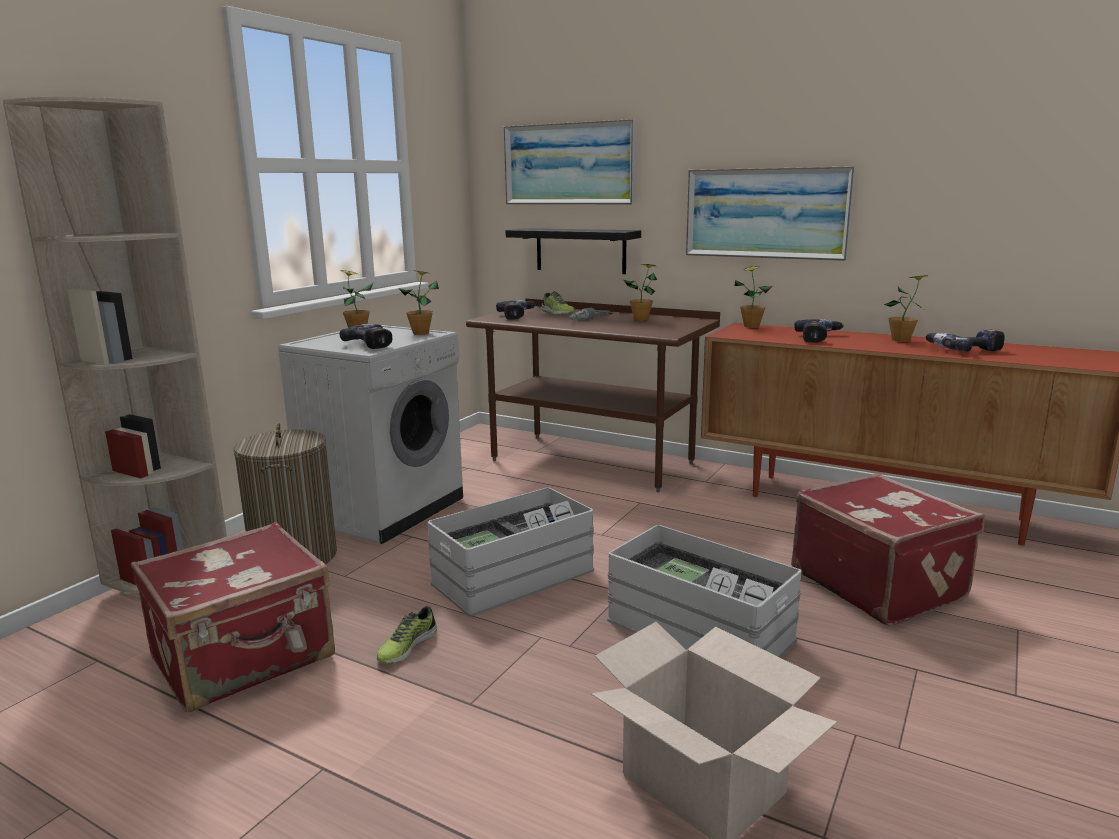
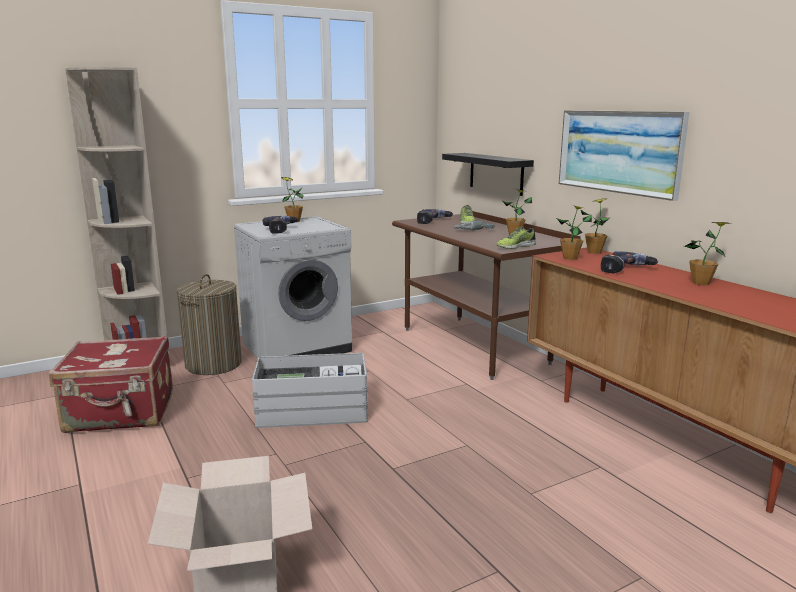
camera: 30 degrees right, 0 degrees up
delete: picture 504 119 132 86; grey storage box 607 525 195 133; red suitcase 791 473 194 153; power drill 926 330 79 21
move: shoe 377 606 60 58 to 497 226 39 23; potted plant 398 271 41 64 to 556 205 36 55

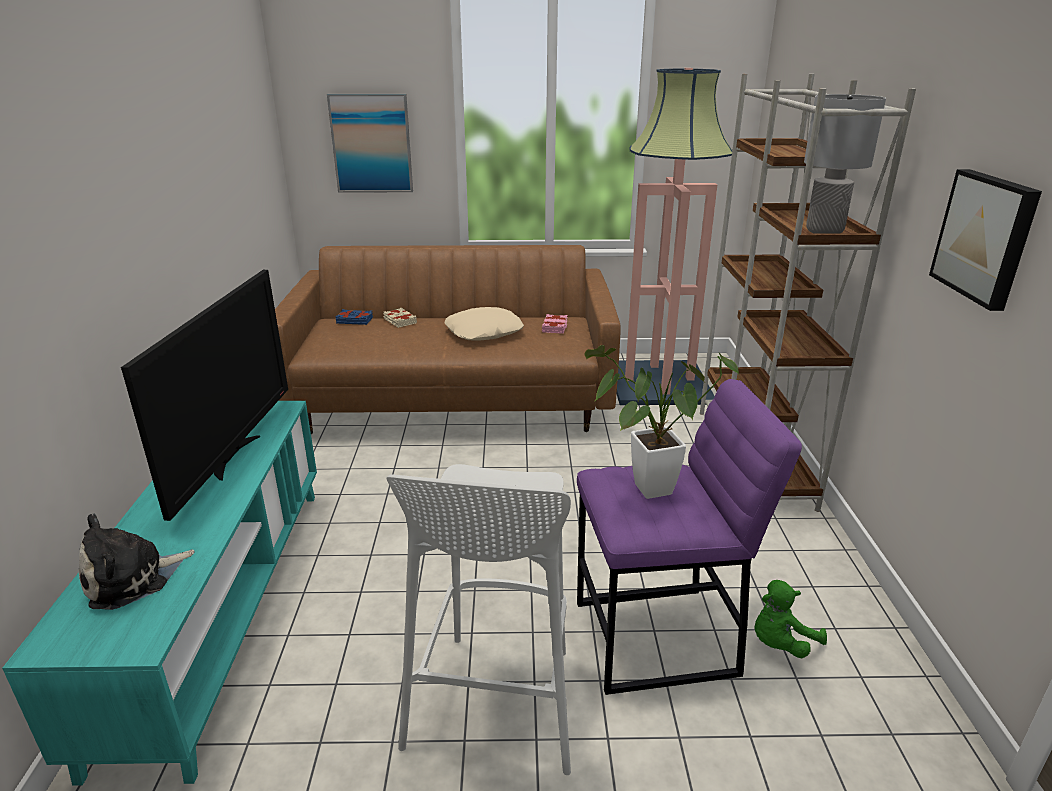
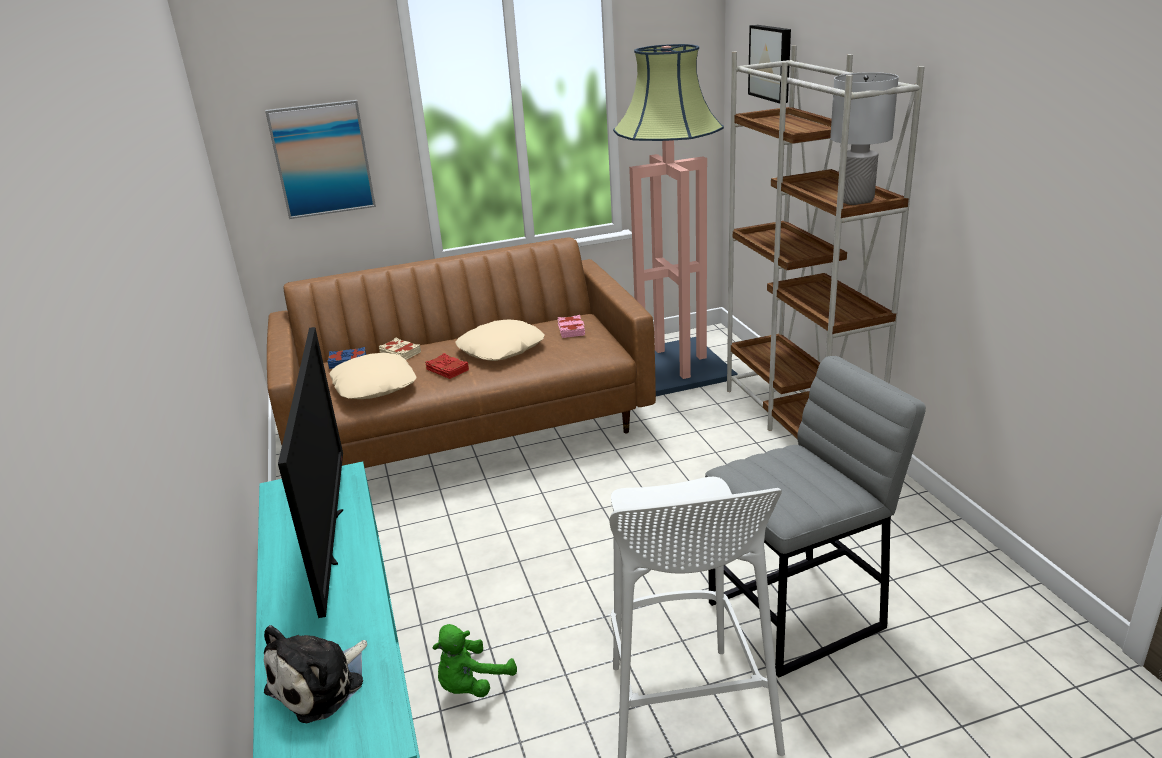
camera: 15 degrees left, 0 degrees up
delete: potted plant 585 345 155 154
insert: beige pillow 329 353 87 46; red book 425 353 44 26
move: green plush toy 754 580 73 79 to 433 624 84 73; picture 929 169 113 142 to 748 25 43 78
recolor: purple stool 577 379 225 316 to grey stool 705 356 221 321

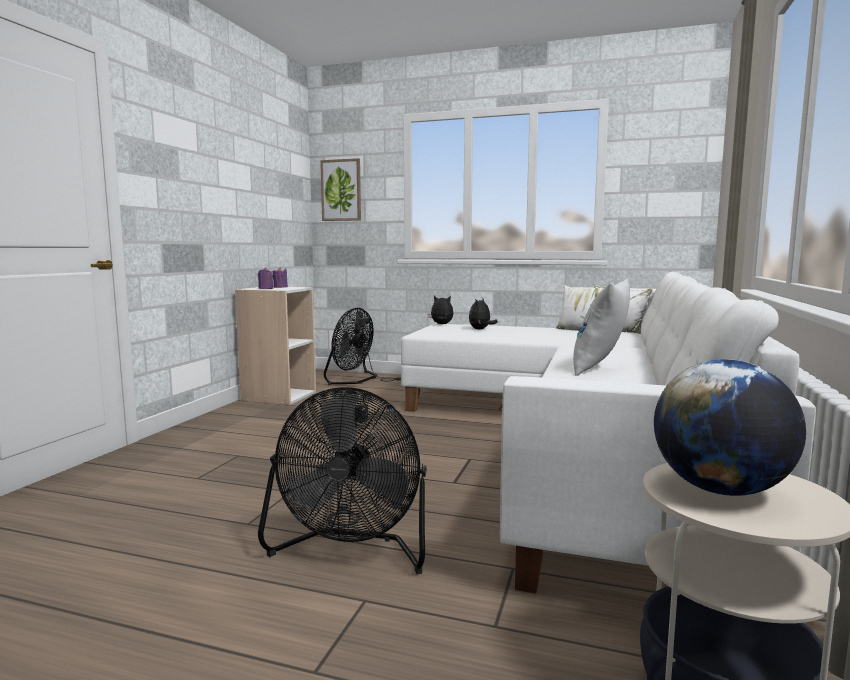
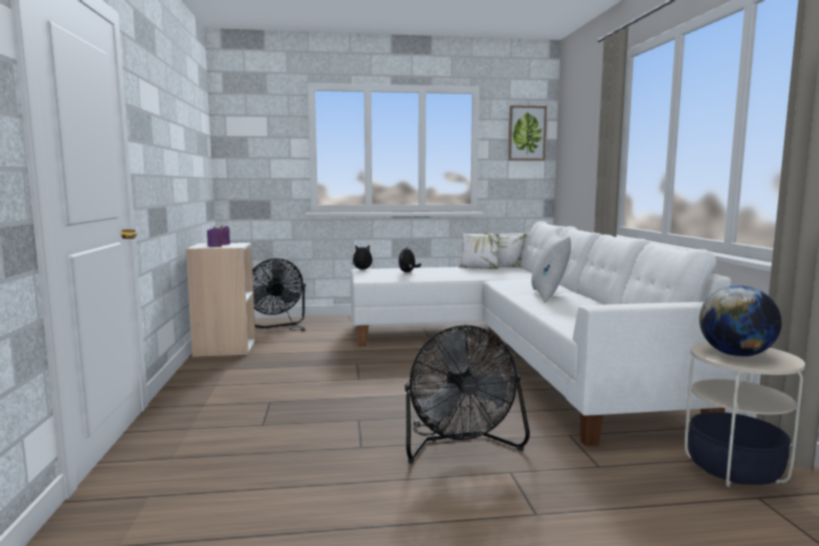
camera: 25 degrees left, 0 degrees up
move: picture 320 158 41 63 to 508 105 39 56
rotate: black fan 324 308 77 77 = 252 258 54 73 60 degrees clockwise

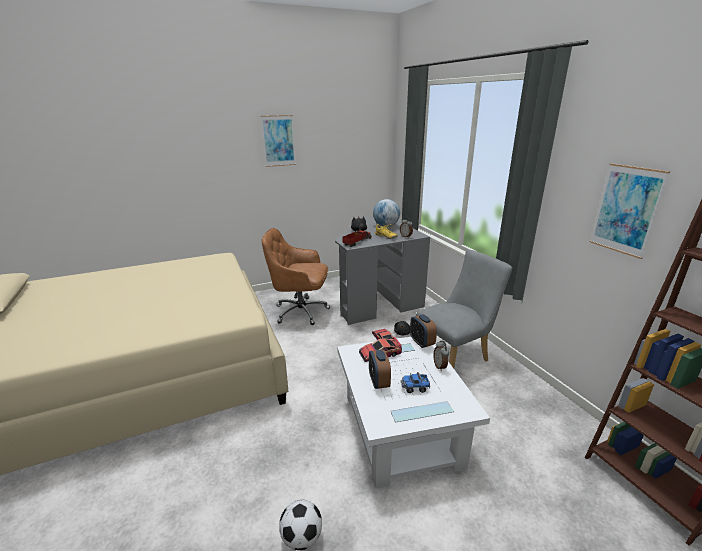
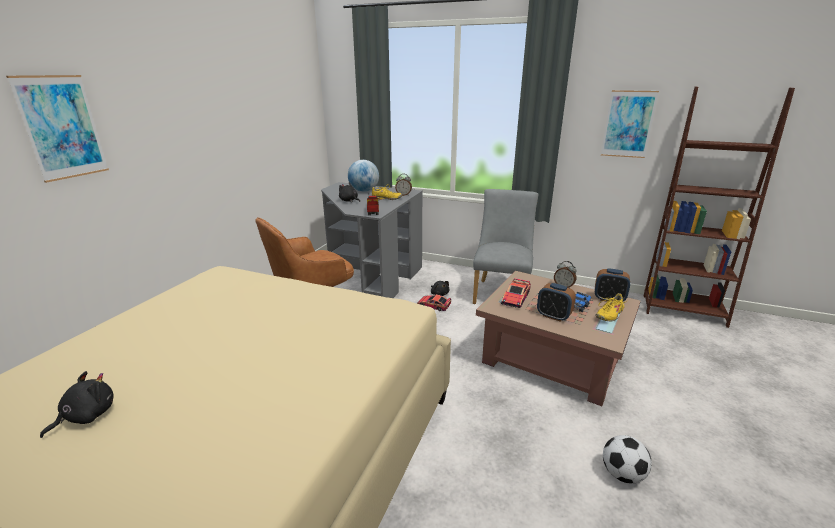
camera: 45 degrees left, 0 degrees up
insert: black plush toy 40 371 74 67; yellow shoe 596 293 31 28
move: picture 261 115 35 52 to 6 75 103 108; alarm clock 410 314 27 34 to 595 269 35 33
recolor: white coffee table 337 337 153 151 to brown coffee table 476 271 164 135

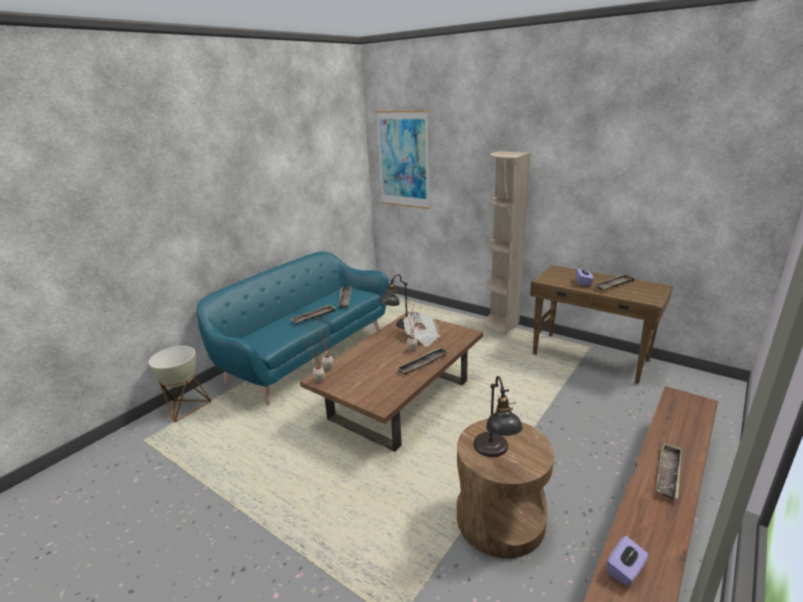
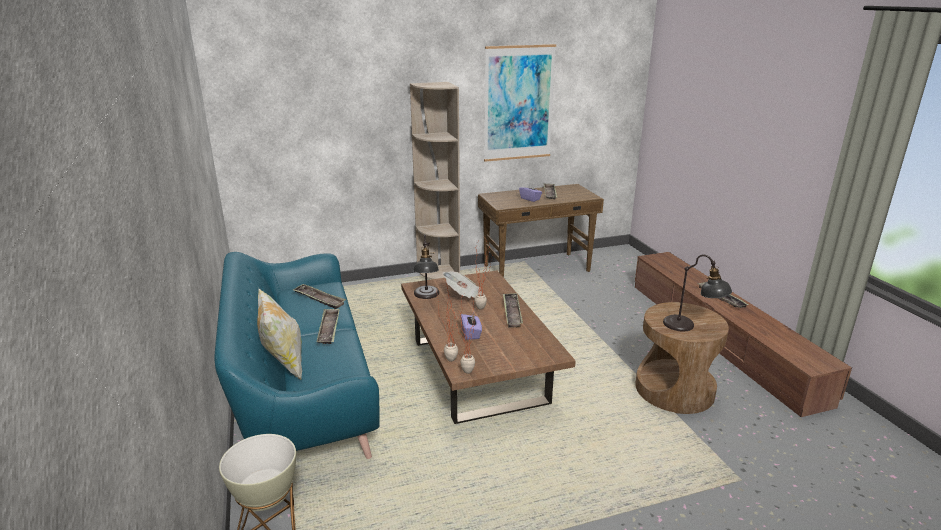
camera: 55 degrees left, 0 degrees up
insert: pillow 257 287 45 93
move: picture 376 110 54 99 to 484 44 72 118; purple tissue box 607 536 42 51 to 461 312 21 28

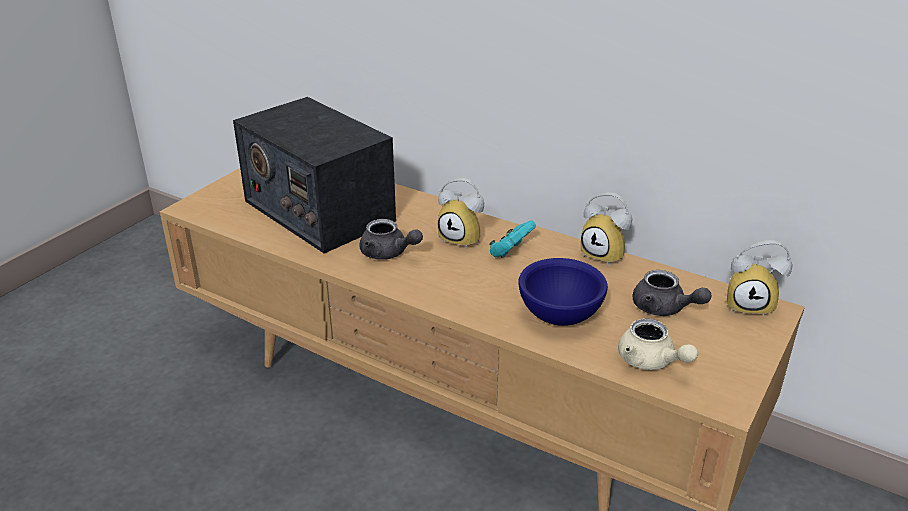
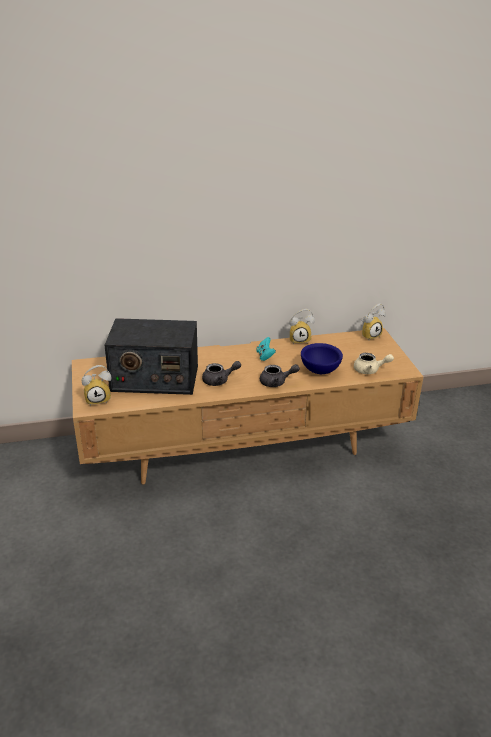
camera: 45 degrees left, 0 degrees up
move: alarm clock 438 178 46 71 to 82 365 29 41; grey teapot 633 270 79 46 to 260 364 40 23

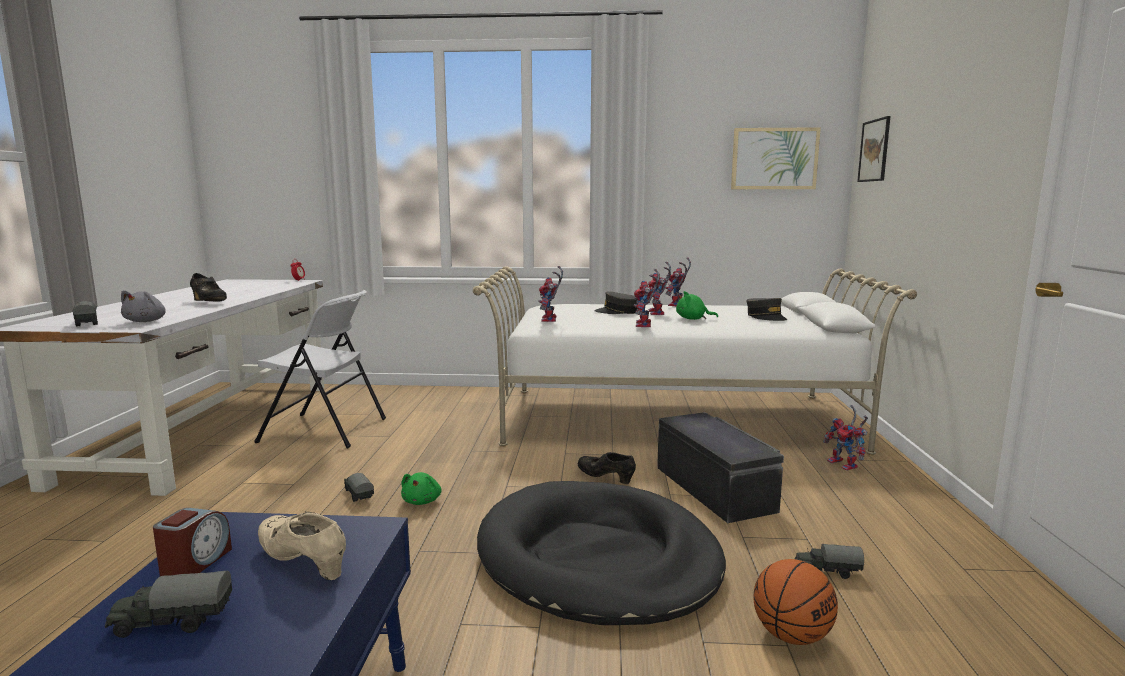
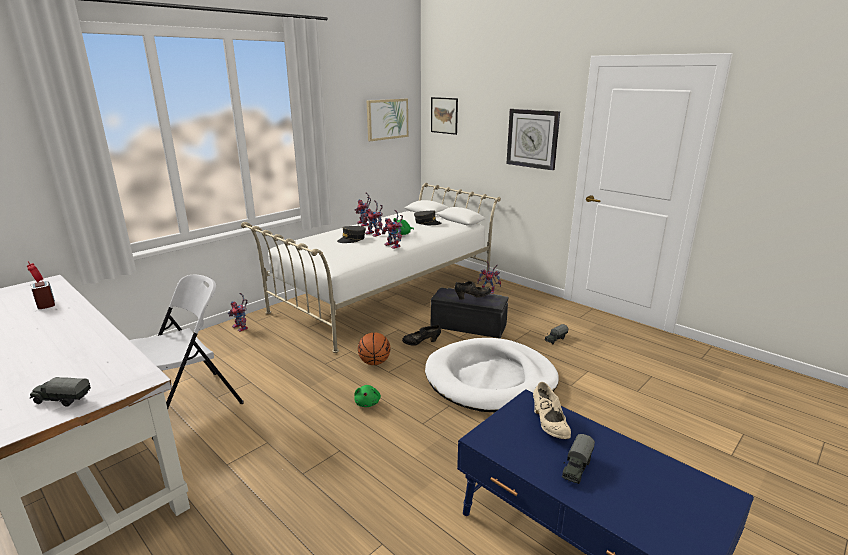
camera: 50 degrees left, 10 degrees up
delete: grey plush toy 121 290 45 32; toy truck 344 473 30 29
insert: wall clock 506 109 54 61
move: alarm clock 153 508 79 68 to 31 281 24 28; black shoe 190 273 37 28 to 455 281 36 19; toy robot 538 266 25 56 to 228 293 20 39; basketball 754 559 84 86 to 358 332 32 33
recolor: black dog bed 477 481 249 144 to white dog bed 425 338 134 74
rotate: beige shoe 258 511 88 69 = 533 382 38 57 90 degrees counterclockwise; green plush toy 401 472 41 33 = 354 385 27 22 45 degrees clockwise

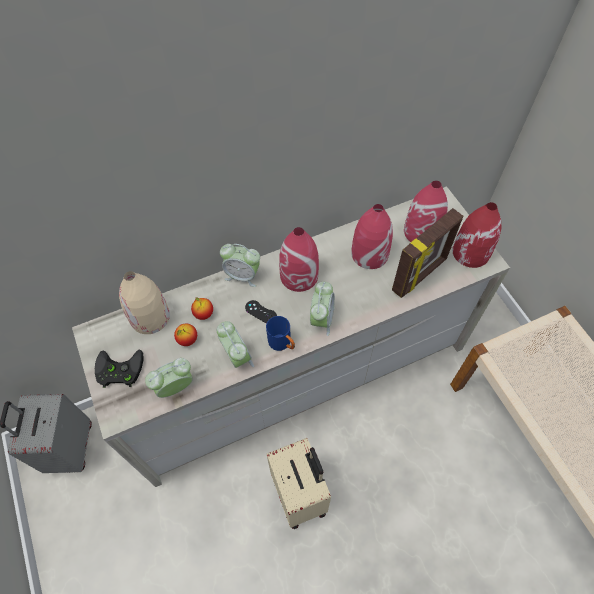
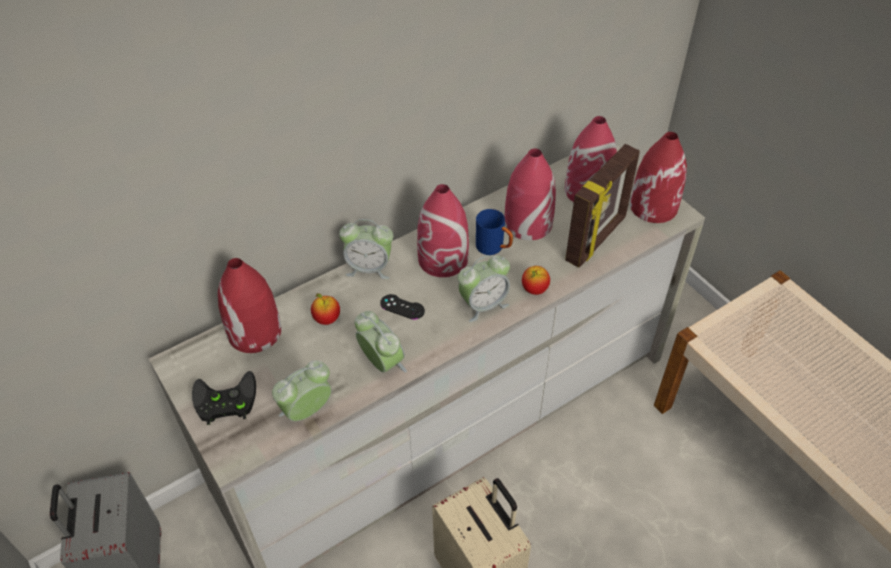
camera: 10 degrees left, 10 degrees down
move: apple 174 324 23 22 to 522 266 28 29; blue mug 266 316 29 35 to 476 209 37 46
recolor: beige vase 119 271 51 63 to red vase 218 258 64 95
rotate: alarm clock 310 282 25 54 = 458 255 52 67 60 degrees clockwise

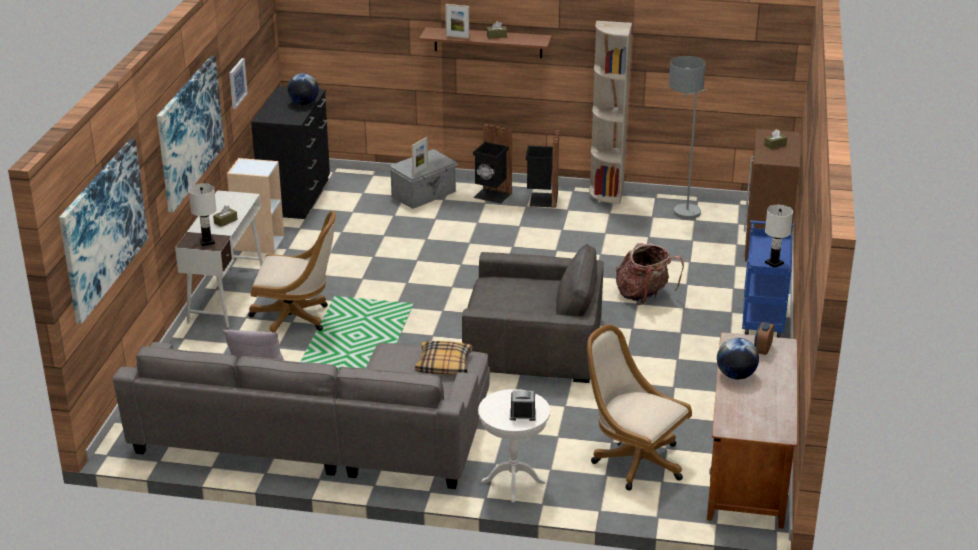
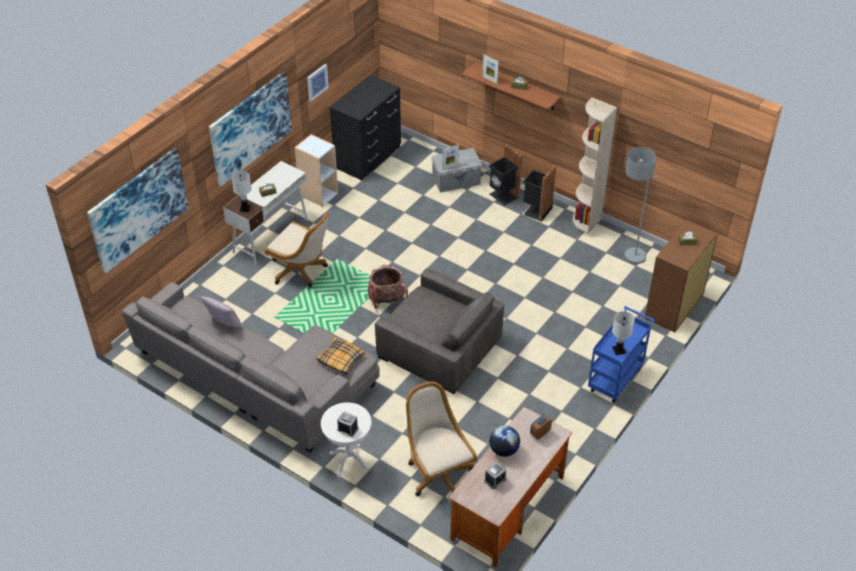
camera: 25 degrees right, 15 degrees up
delete: globe 287 73 32 32
insert: alarm clock 484 462 22 27
move: backpack 616 243 68 62 to 368 264 40 44

